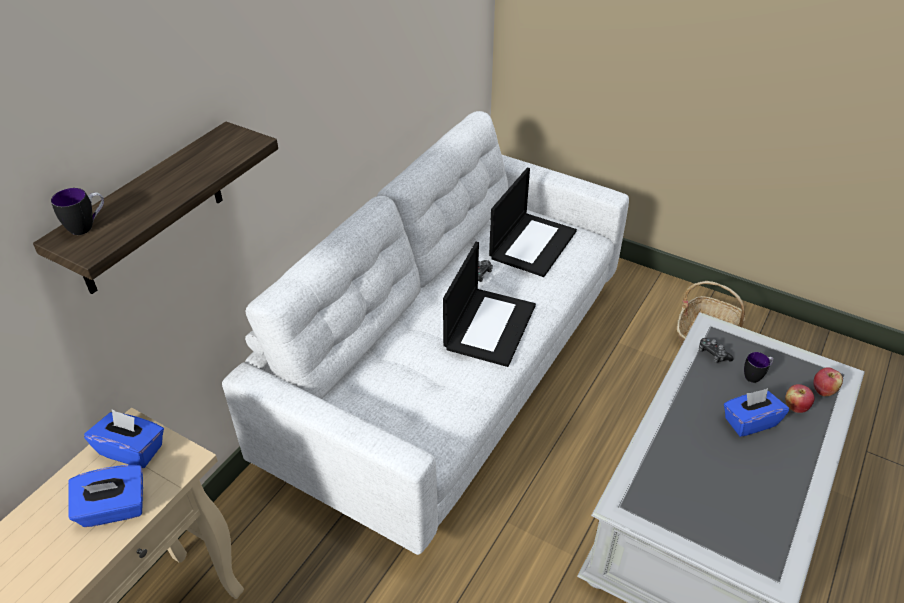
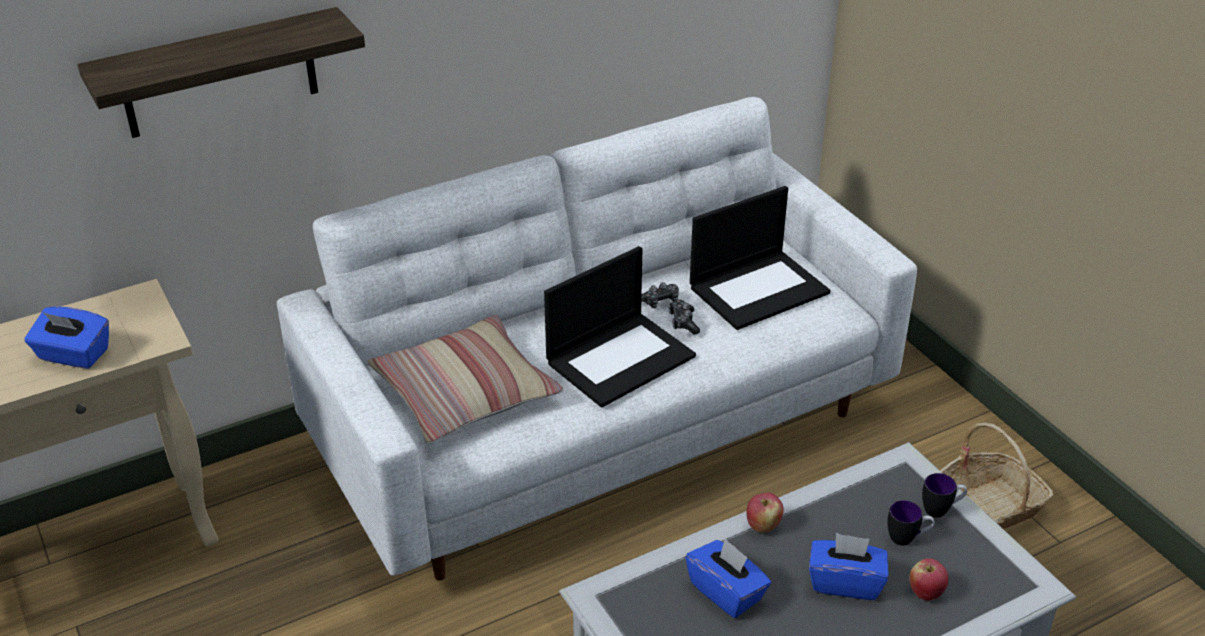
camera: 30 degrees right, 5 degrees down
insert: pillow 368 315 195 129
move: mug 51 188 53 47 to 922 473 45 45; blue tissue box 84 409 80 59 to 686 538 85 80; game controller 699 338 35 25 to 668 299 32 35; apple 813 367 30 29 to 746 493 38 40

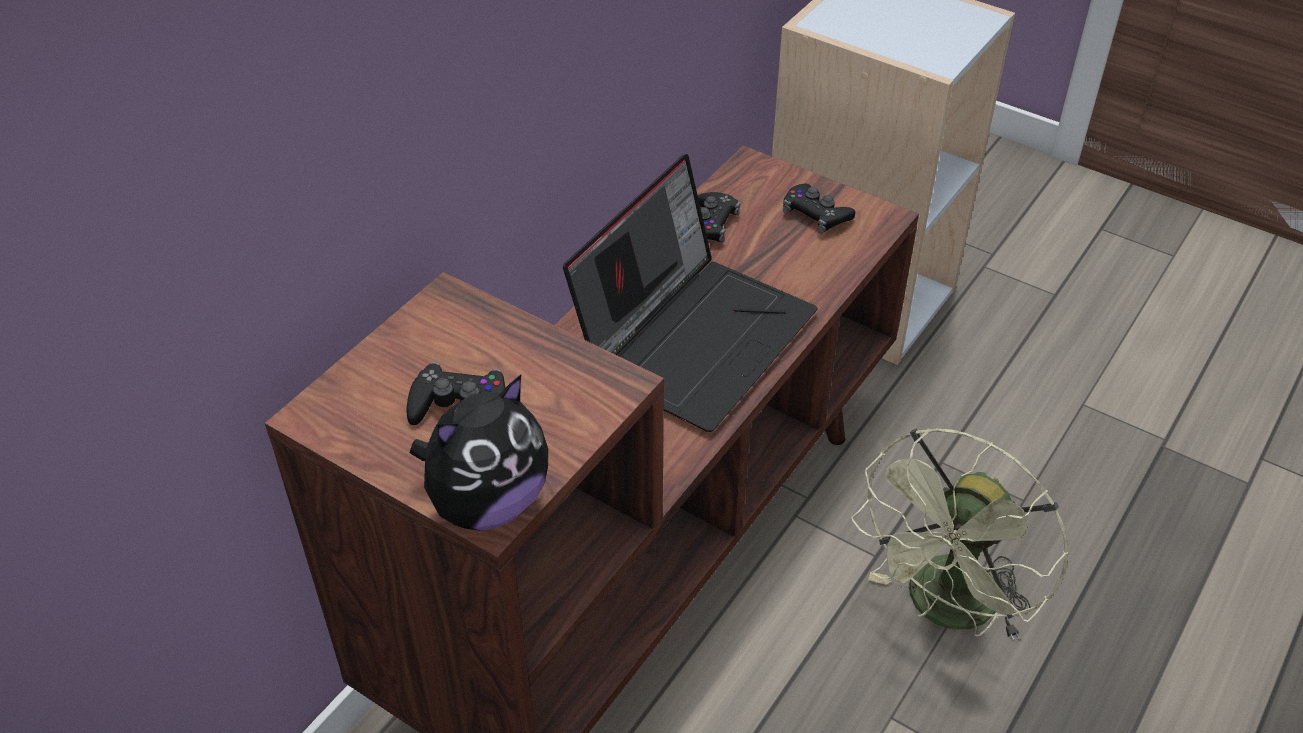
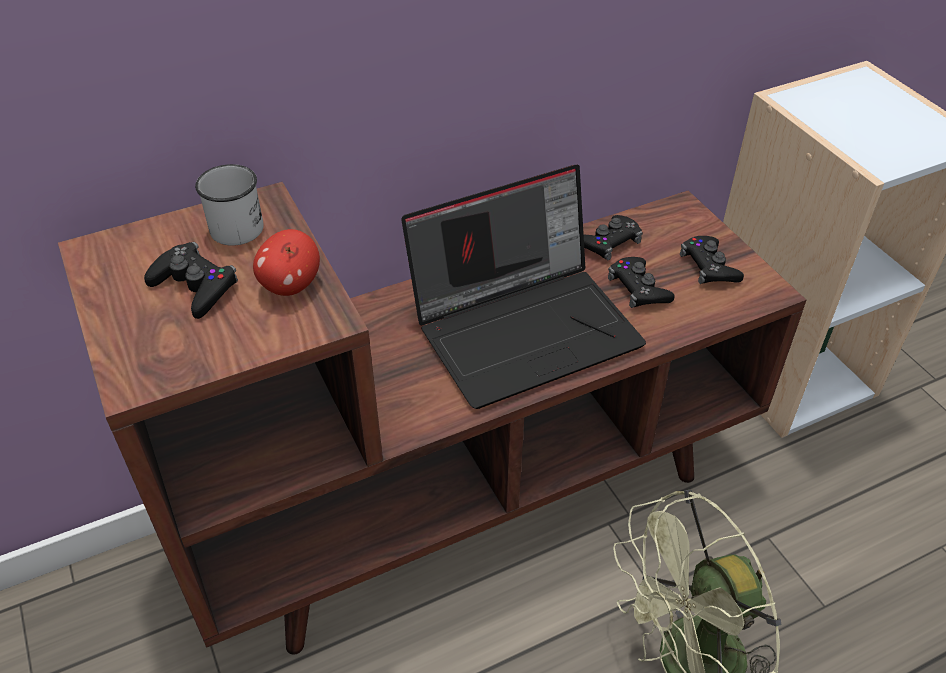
camera: 30 degrees right, 0 degrees up
delete: plush toy 410 375 138 156
insert: white mug 195 164 69 82; apple 253 229 67 67; black game controller 608 257 67 51

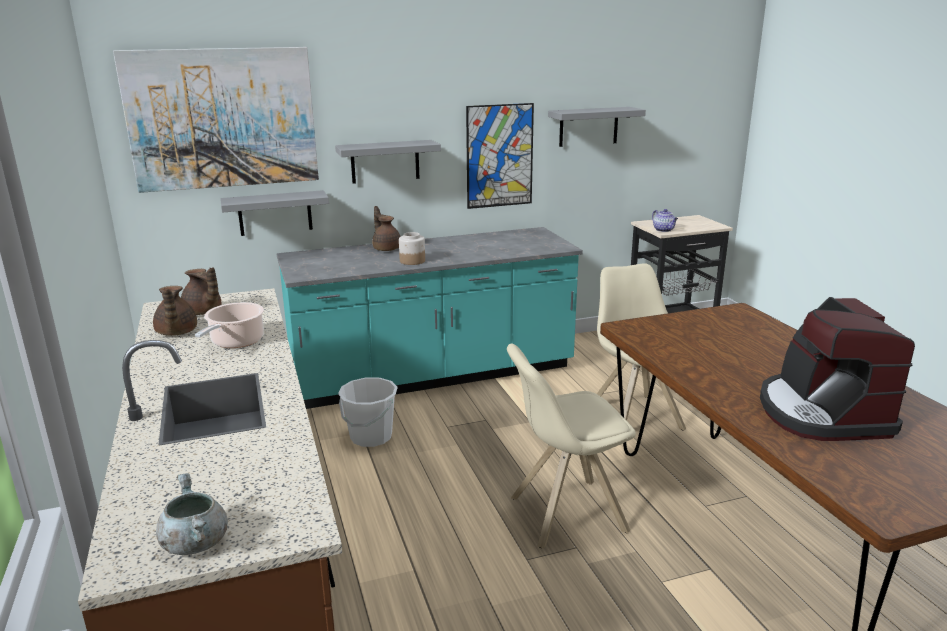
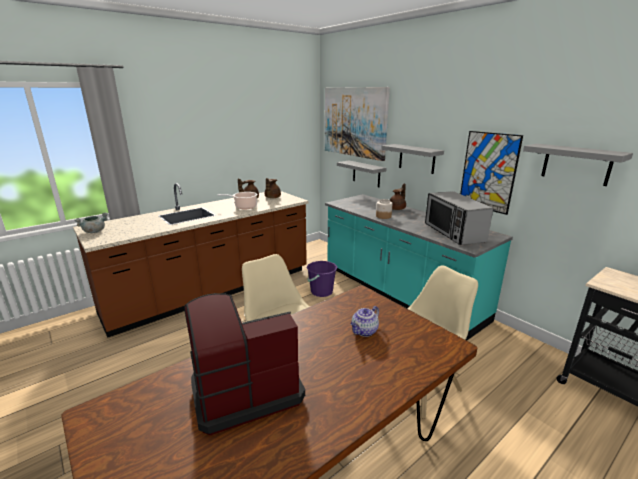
camera: 70 degrees right, 0 degrees up
insert: microwave 425 191 68 54
move: teapot 652 209 26 23 to 350 306 29 31
recolor: white bucket 338 378 60 69 to purple bucket 307 261 30 36

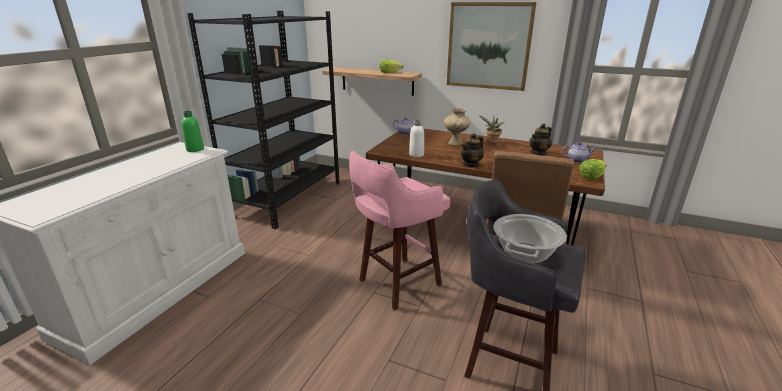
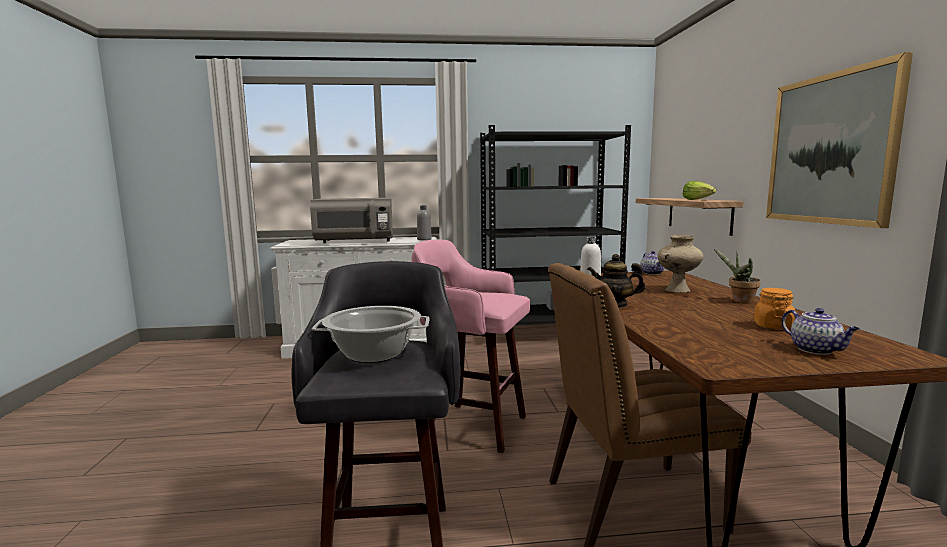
camera: 60 degrees right, 15 degrees down
delete: lettuce 579 159 28 21
insert: grey microwave 310 198 83 45
replace: teapot 529 123 23 33 to orange jar 754 288 41 41
recolor: green bottle 181 111 23 41 to grey bottle 417 205 15 35

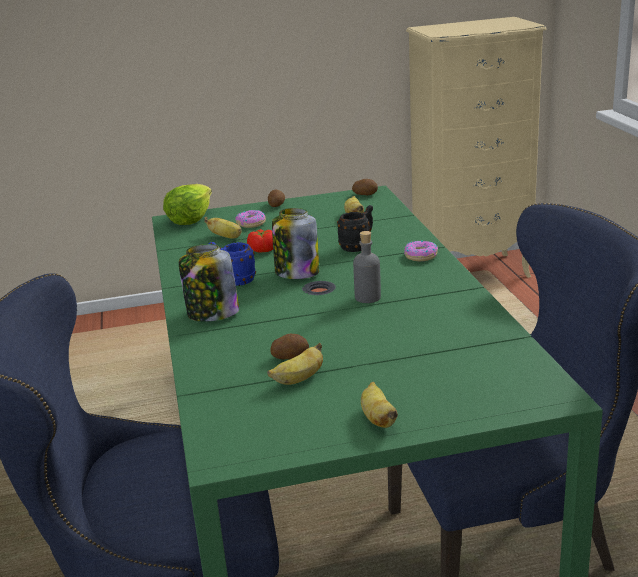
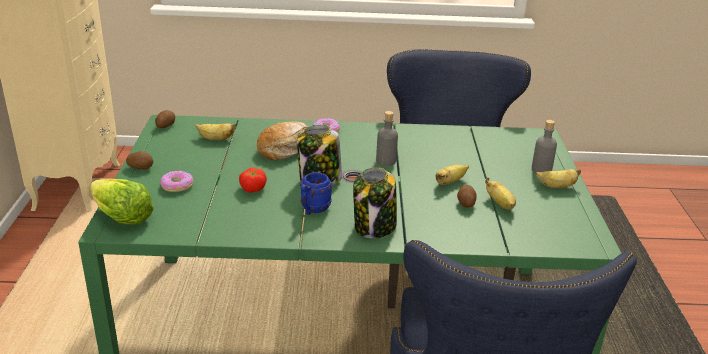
camera: 80 degrees left, 5 degrees up
insert: grey bottle 532 120 25 53
move: banana 204 217 38 21 to 436 165 33 20
replace: black mug 337 205 36 47 to bread 257 121 52 39

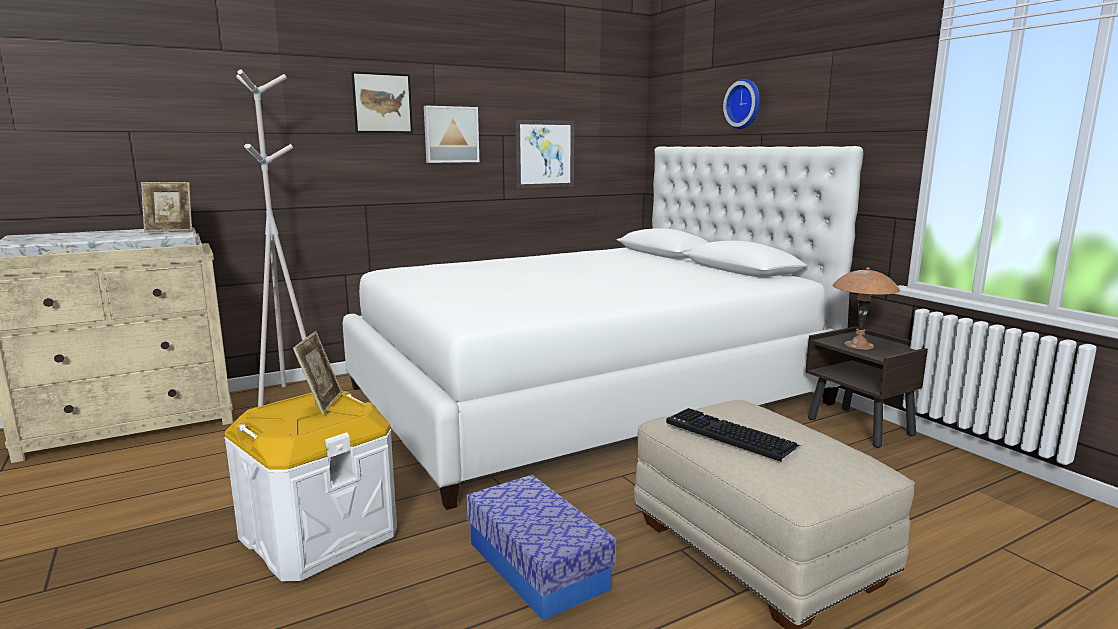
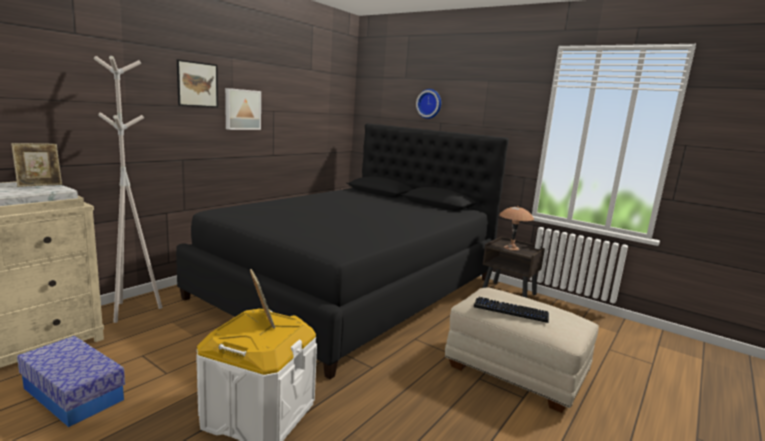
camera: 25 degrees left, 0 degrees up
delete: picture 515 120 59 68
move: storage box 467 475 149 145 to 17 336 108 91
recolor: white bed 343 146 520 364 to black bed 176 123 333 256

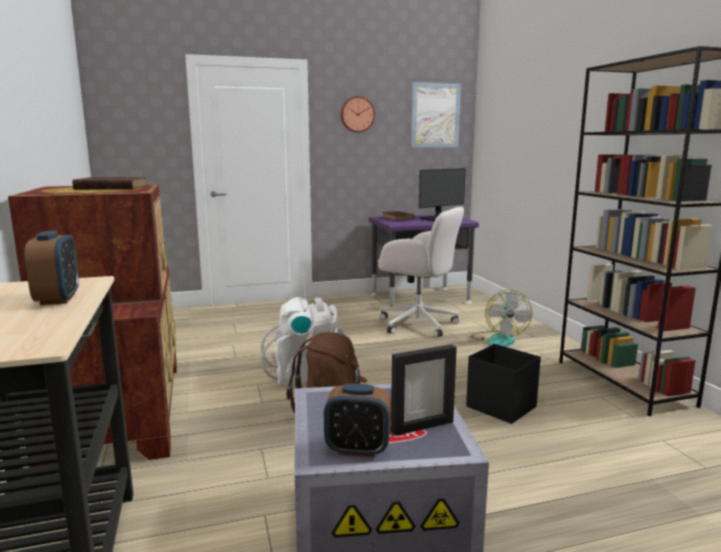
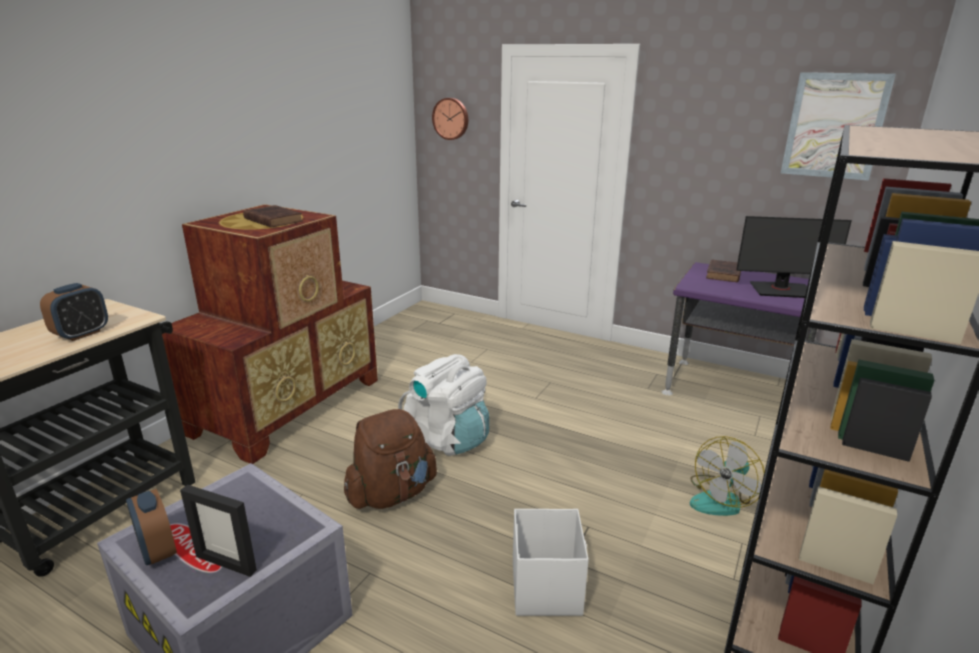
camera: 45 degrees right, 10 degrees up
delete: white office chair 378 206 86 131
move: wall clock 341 96 34 37 to 432 98 36 42
recolor: black storage box 466 344 75 80 to white storage box 513 509 76 107

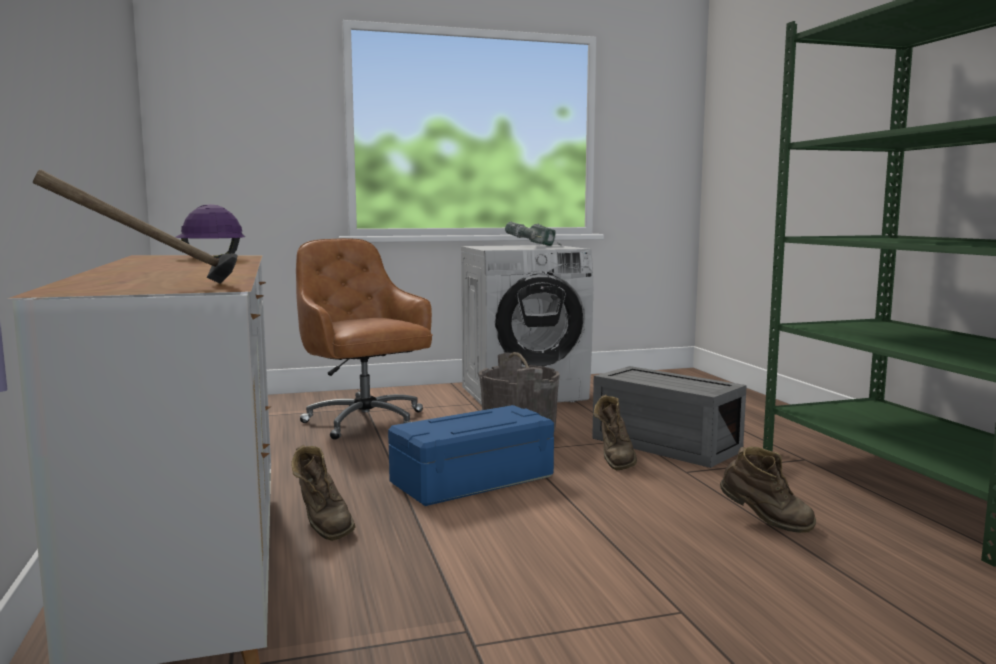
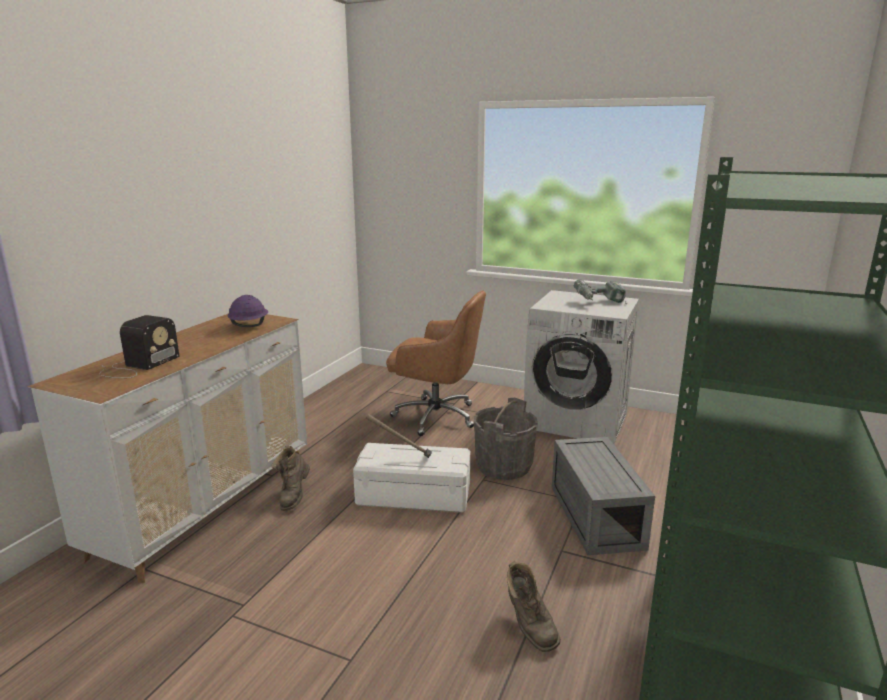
camera: 40 degrees right, 10 degrees up
delete: brown boot 593 395 44 75
insert: radio 99 315 80 63
move: hammer 33 169 205 115 to 366 414 66 44
recolor: blue storage box 388 405 166 101 to white storage box 353 443 117 70
rotate: brown office chair 296 238 137 201 = 386 290 100 146 105 degrees clockwise

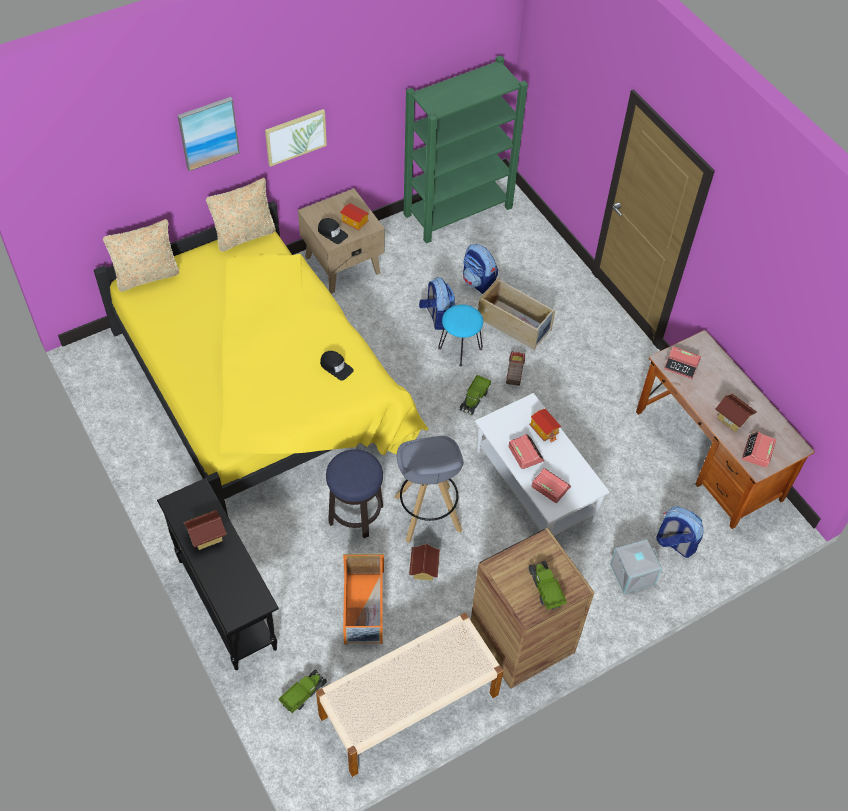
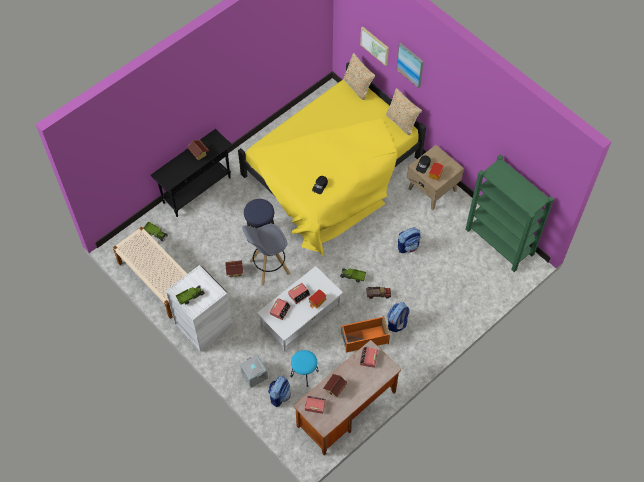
camera: 80 degrees right, 5 degrees up
delete: beige storage box 478 277 77 73
move: picture 265 109 62 58 to 360 26 29 40; orange storage box 343 554 41 90 to 341 315 49 38; turquoise stool 438 305 45 61 to 291 350 28 37; backpack 463 244 35 50 to 387 302 23 30
recolor: brown cabinet 471 528 124 161 to white cabinet 166 265 67 87

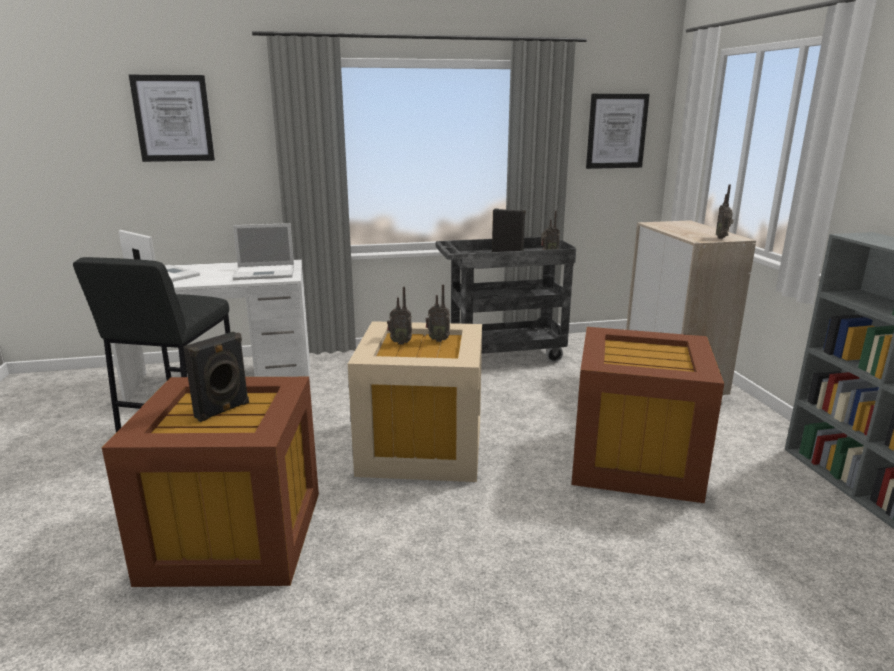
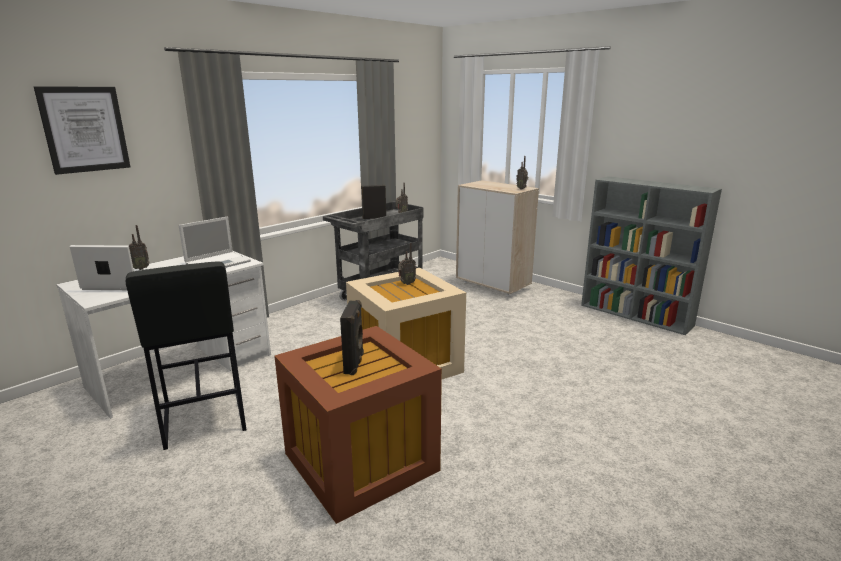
camera: 35 degrees left, 0 degrees up
delete: brown storage box 571 327 153 176; picture 586 94 64 75
move: radio 387 287 25 58 to 129 225 20 45

